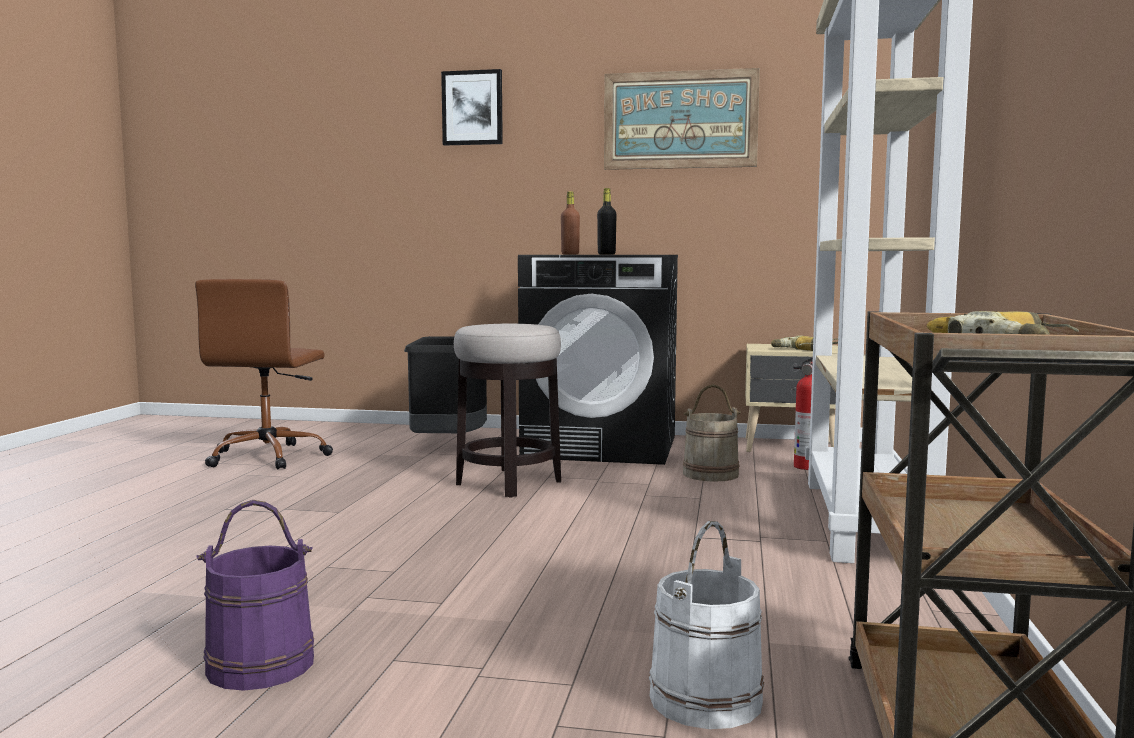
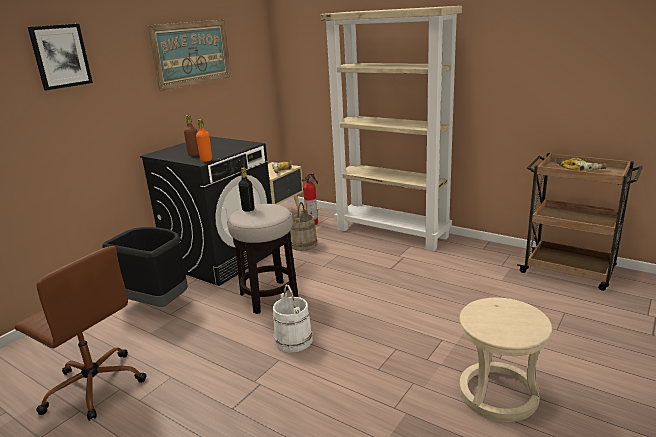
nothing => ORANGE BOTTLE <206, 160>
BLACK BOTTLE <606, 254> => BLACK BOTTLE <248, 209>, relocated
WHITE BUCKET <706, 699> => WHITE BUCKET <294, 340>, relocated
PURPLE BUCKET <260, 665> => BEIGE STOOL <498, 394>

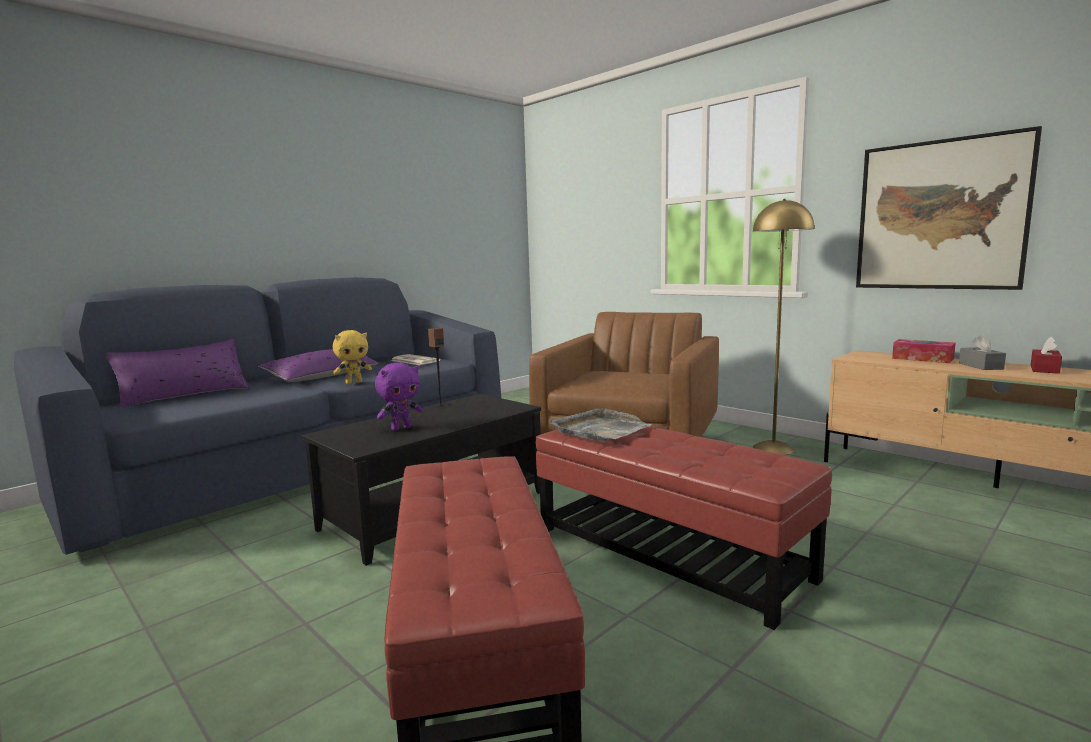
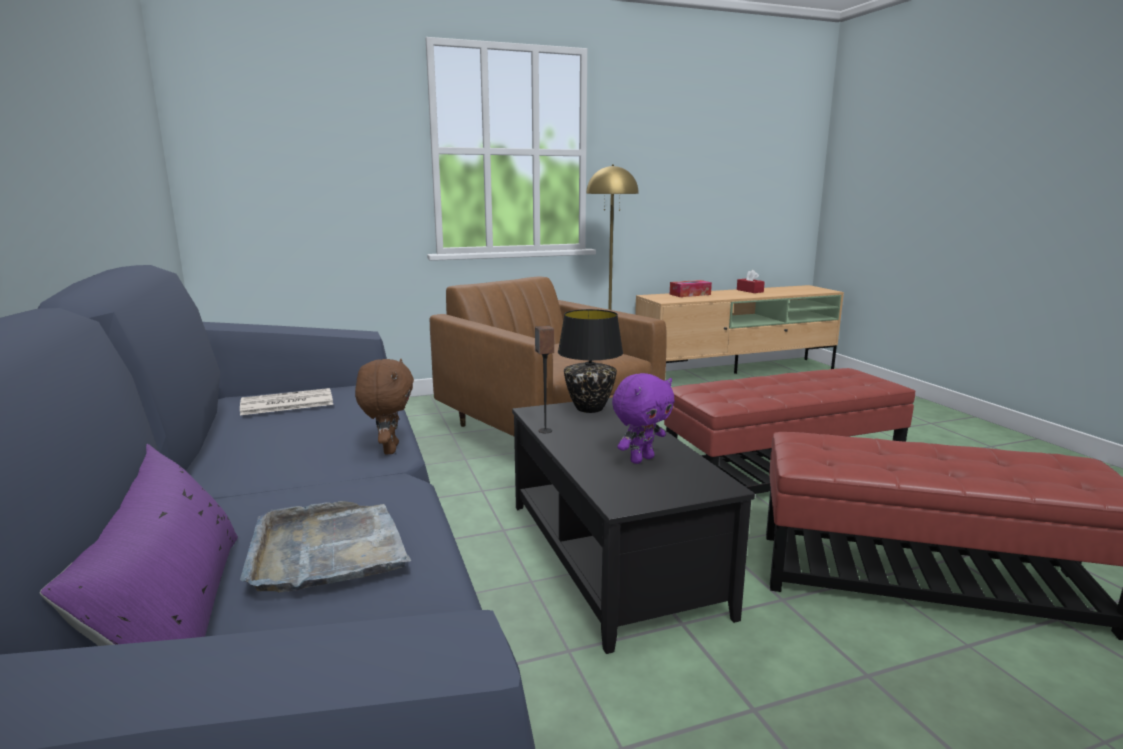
GREY TRAY <600, 429> => GREY TRAY <328, 550>, relocated
YELLOW PLUSH TOY <354, 382> => BROWN PLUSH TOY <389, 449>
nothing => BLACK TABLE LAMP <590, 408>
PURPLE PLUSH TOY <401, 428> => PURPLE PLUSH TOY <641, 459>, 60 degrees clockwise
PURPLE PILLOW <322, 376> => nothing
PICTURE <940, 215> => nothing
GREY TISSUE BOX <980, 366> => nothing

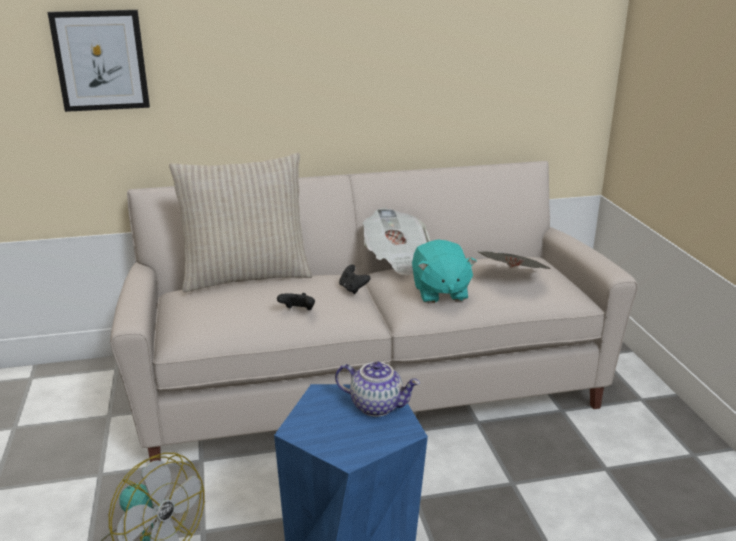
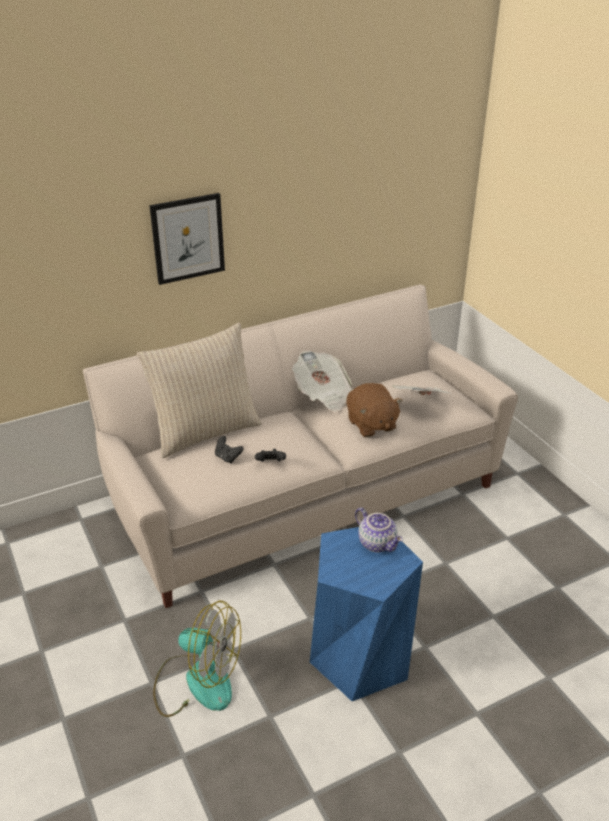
PICTURE <101, 60> => PICTURE <188, 238>, relocated
BLACK GAME CONTROLLER <353, 289> => BLACK GAME CONTROLLER <227, 457>, relocated
TURQUOISE PLUSH TOY <439, 292> => BROWN PLUSH TOY <371, 425>
TEAPOT <377, 405> => TEAPOT <378, 543>, 45 degrees clockwise

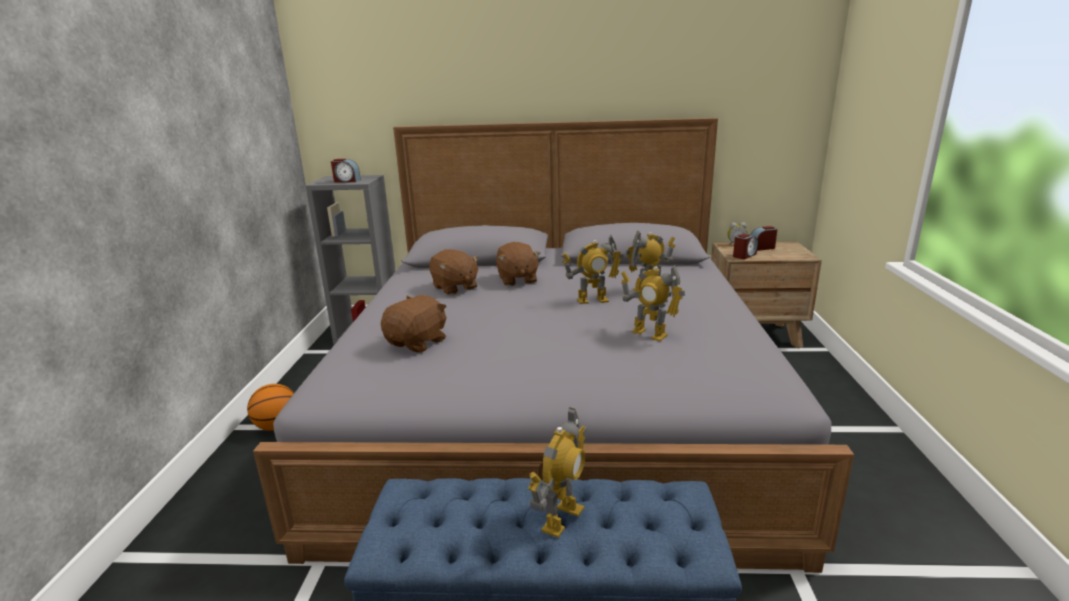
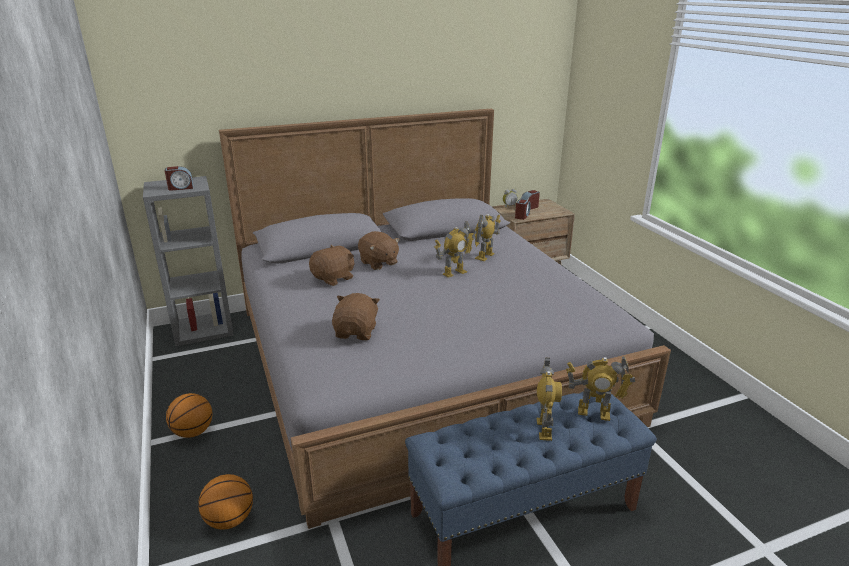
nothing => BASKETBALL <229, 519>
BROWN PLUSH TOY <454, 287> => BROWN PLUSH TOY <334, 278>, 75 degrees counterclockwise
TOY ROBOT <649, 334> => TOY ROBOT <594, 413>, relocated

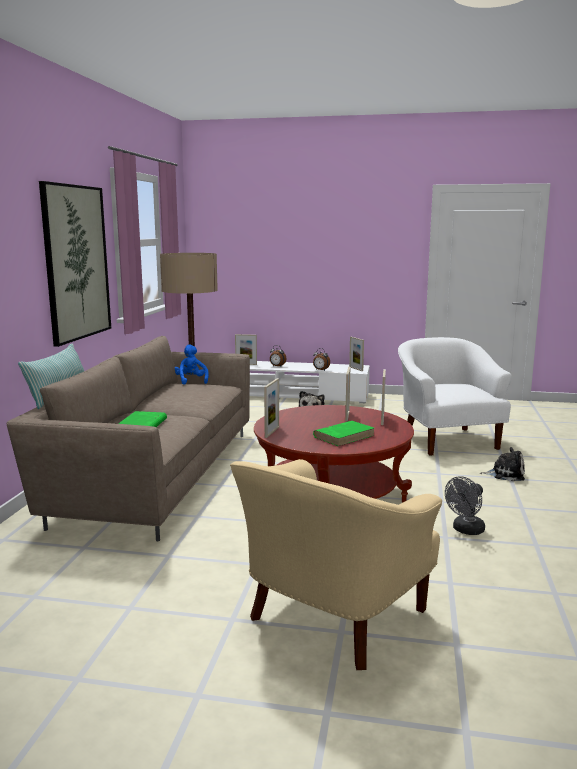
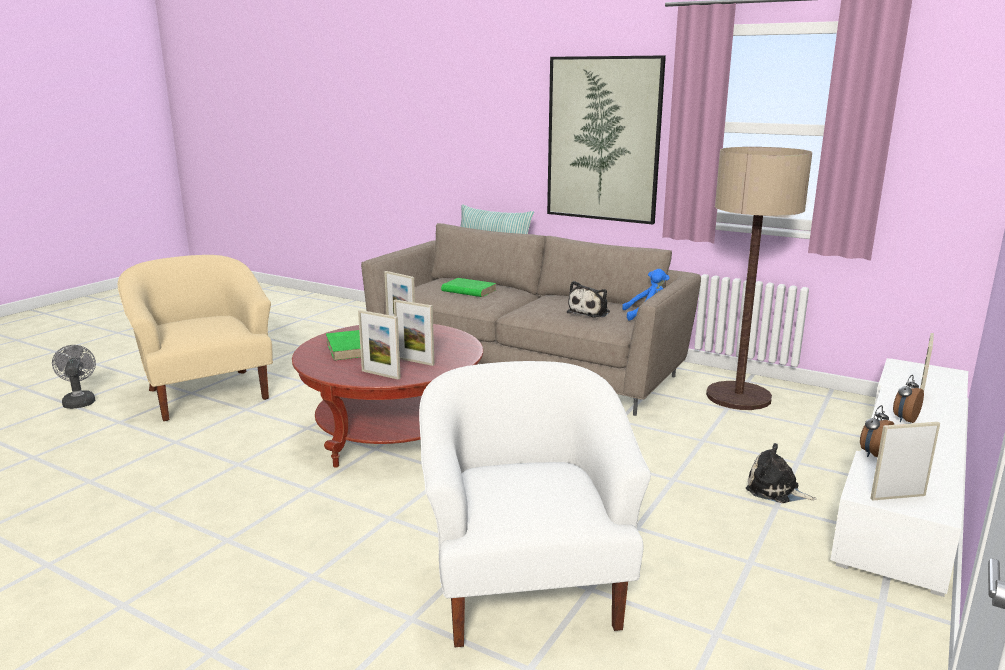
GREY FAN <465, 530> => GREY FAN <79, 401>, relocated
WHITE ARMCHAIR <447, 440> => WHITE ARMCHAIR <527, 584>, 105 degrees counterclockwise
PLUSH TOY <505, 474> => PLUSH TOY <590, 312>, relocated

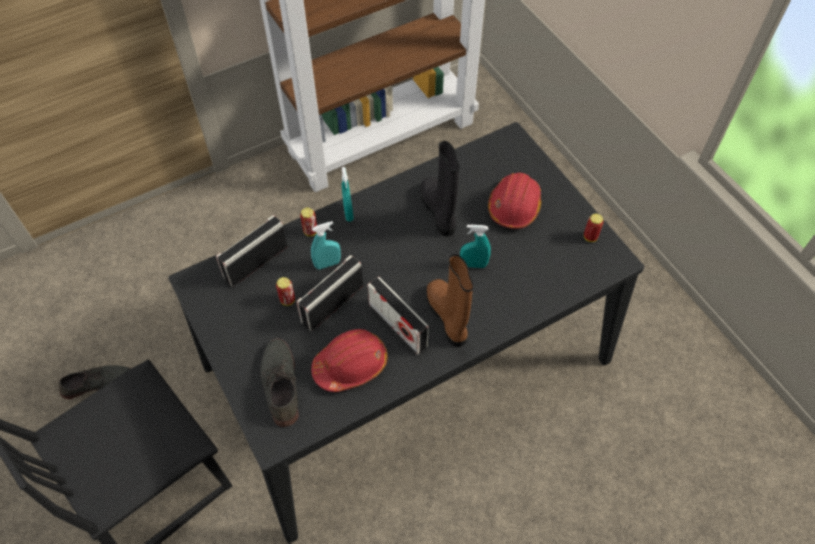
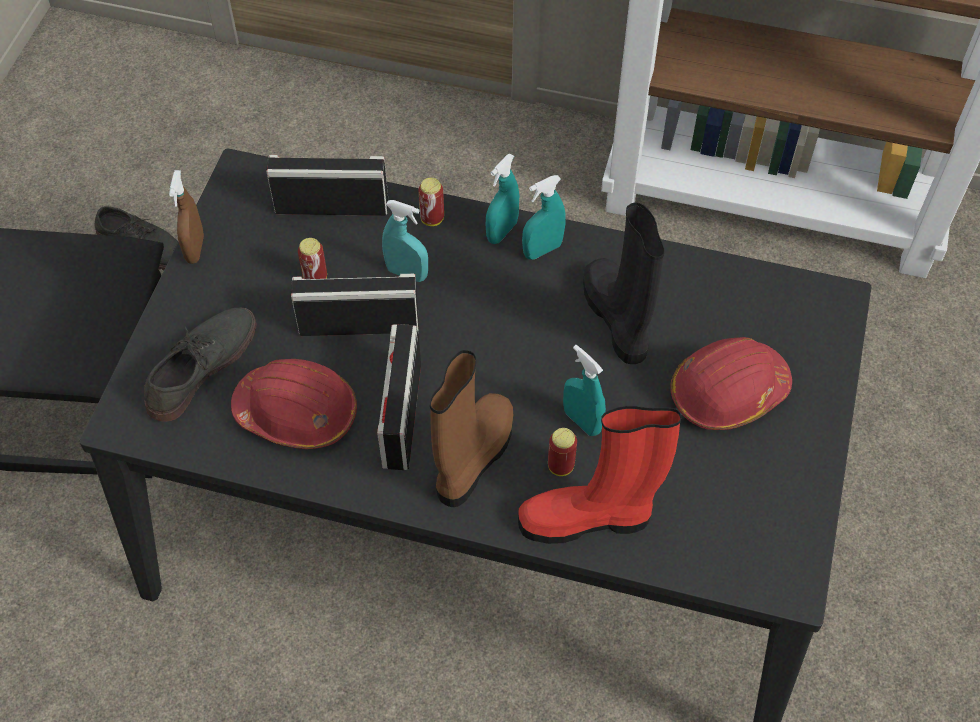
nothing => BROWN SPRAY BOTTLE <195, 249>
nothing => RED BOOT <588, 519>
nothing => TURQUOISE SPRAY BOTTLE <542, 250>
CAN <590, 237> => CAN <560, 466>, relocated
BLACK BOOT <439, 211> => BLACK BOOT <618, 319>, 45 degrees counterclockwise

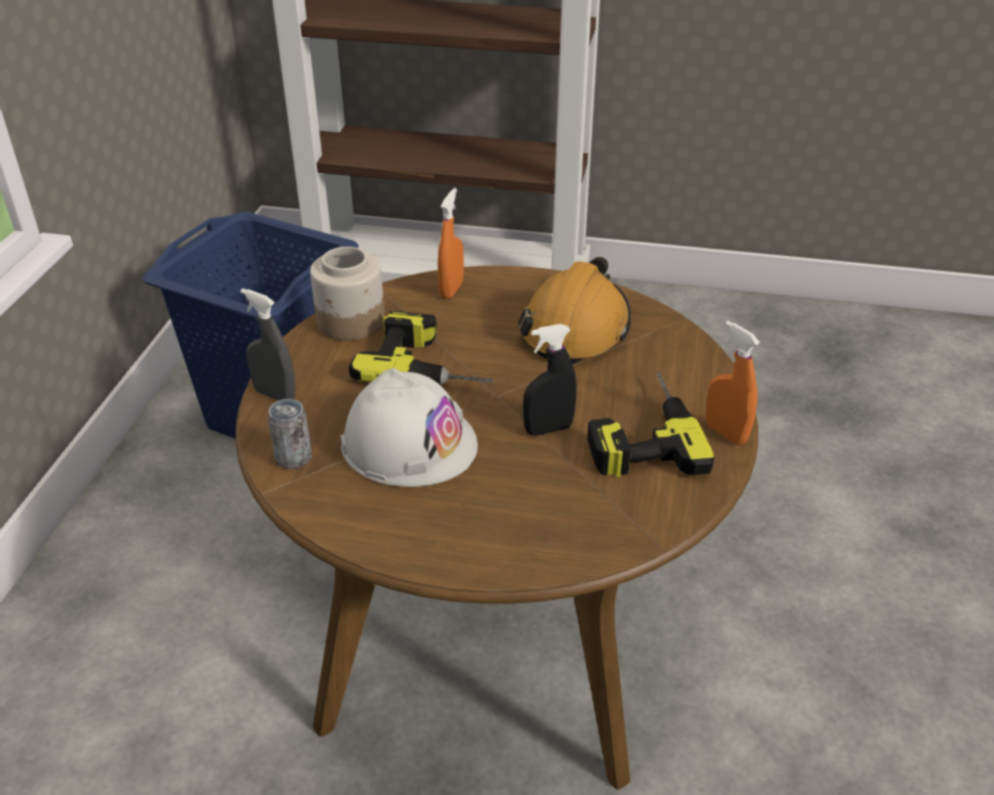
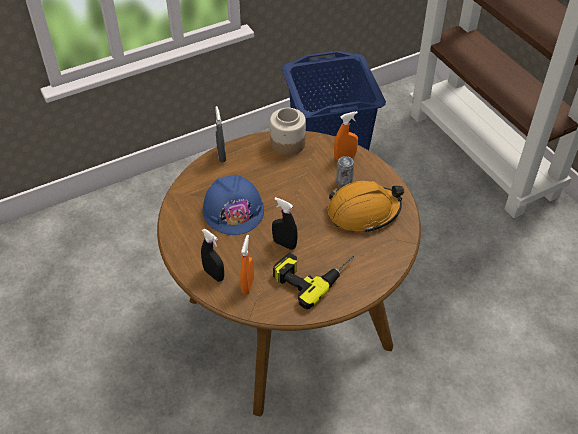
nothing => BLACK SPRAY BOTTLE <214, 274>
WHITE HARD HAT <409, 443> => BLUE HARD HAT <233, 210>
ORANGE SPRAY BOTTLE <725, 433> => ORANGE SPRAY BOTTLE <247, 285>, relocated
CAN <293, 458> => CAN <344, 182>, relocated
POWER DRILL <430, 363> => nothing

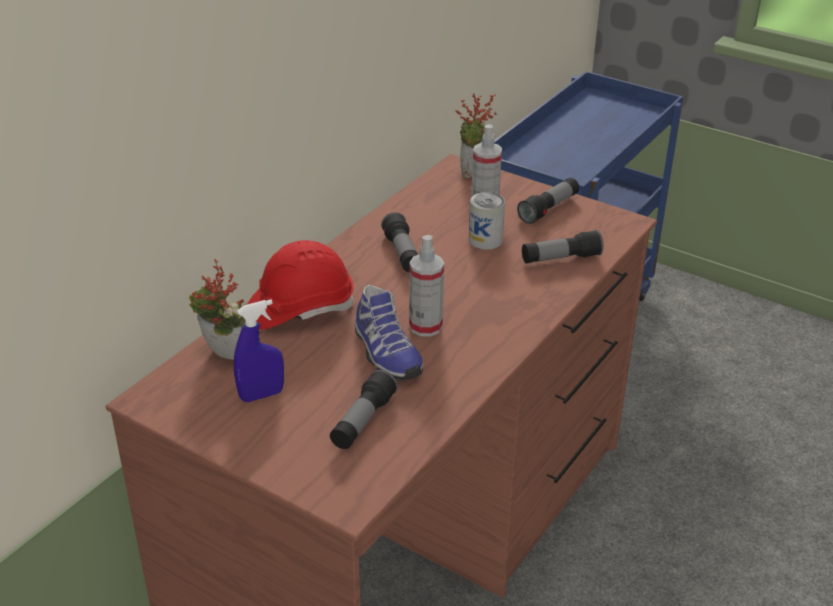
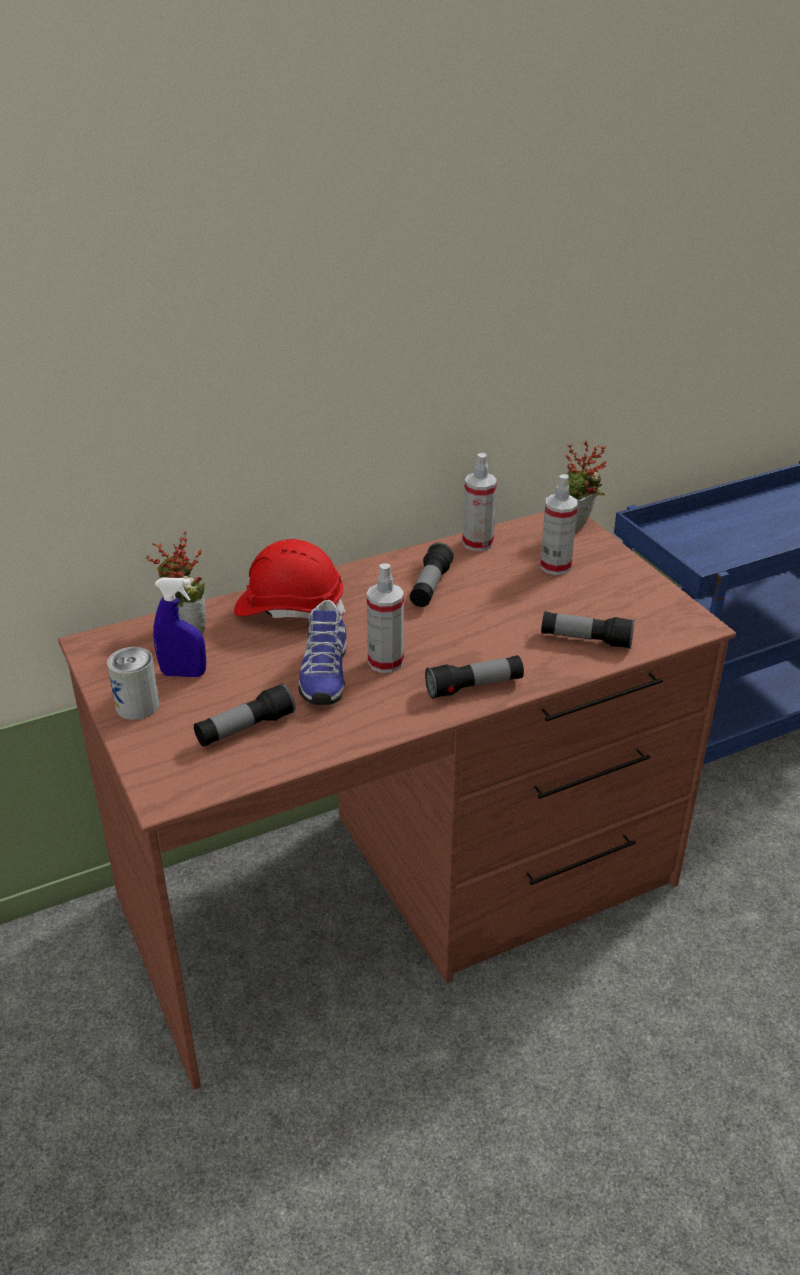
CAN <485, 240> => CAN <137, 706>, relocated
FLASHLIGHT <549, 209> => FLASHLIGHT <474, 687>, relocated
nothing => SPRAY BOTTLE <477, 543>

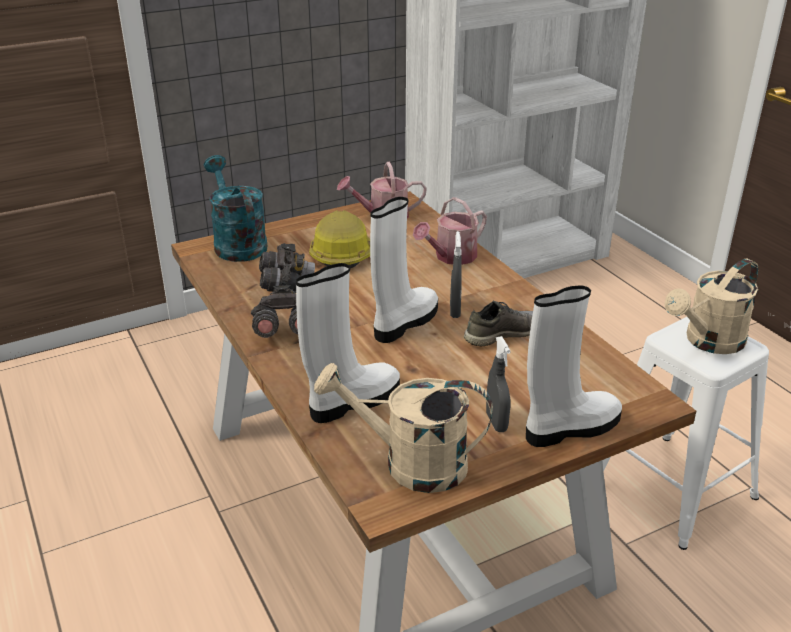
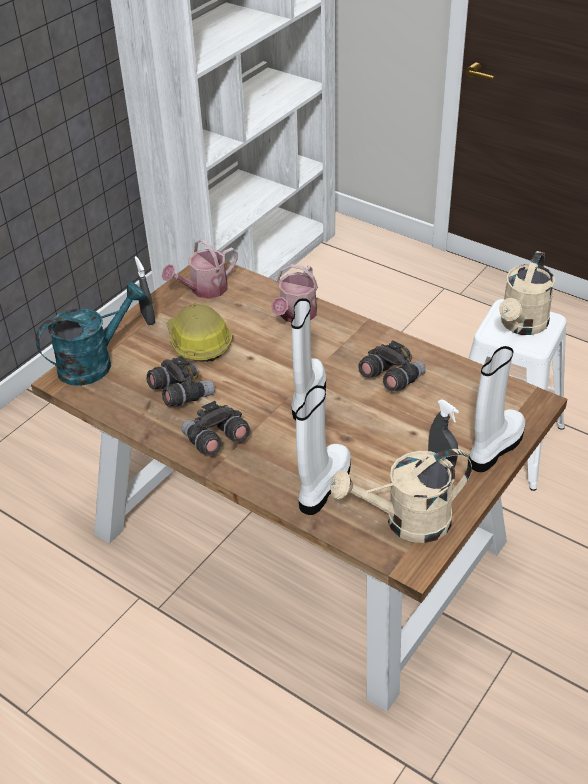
TURQUOISE WATERING CAN <237, 243> => TURQUOISE WATERING CAN <94, 362>, 105 degrees clockwise
GREY SPRAY BOTTLE <455, 310> => GREY SPRAY BOTTLE <148, 318>, relocated
GREY SHOE <503, 333> => GREY BINOCULARS <391, 379>

